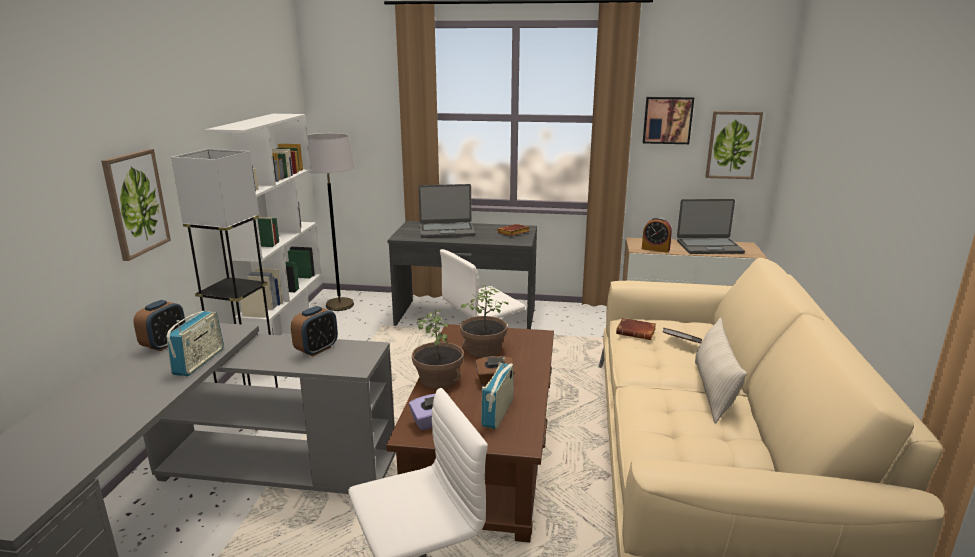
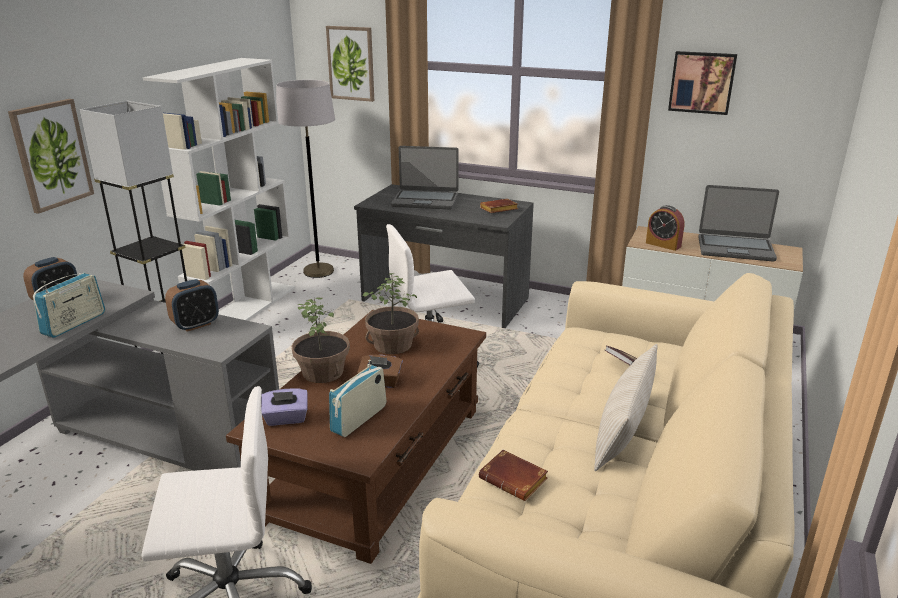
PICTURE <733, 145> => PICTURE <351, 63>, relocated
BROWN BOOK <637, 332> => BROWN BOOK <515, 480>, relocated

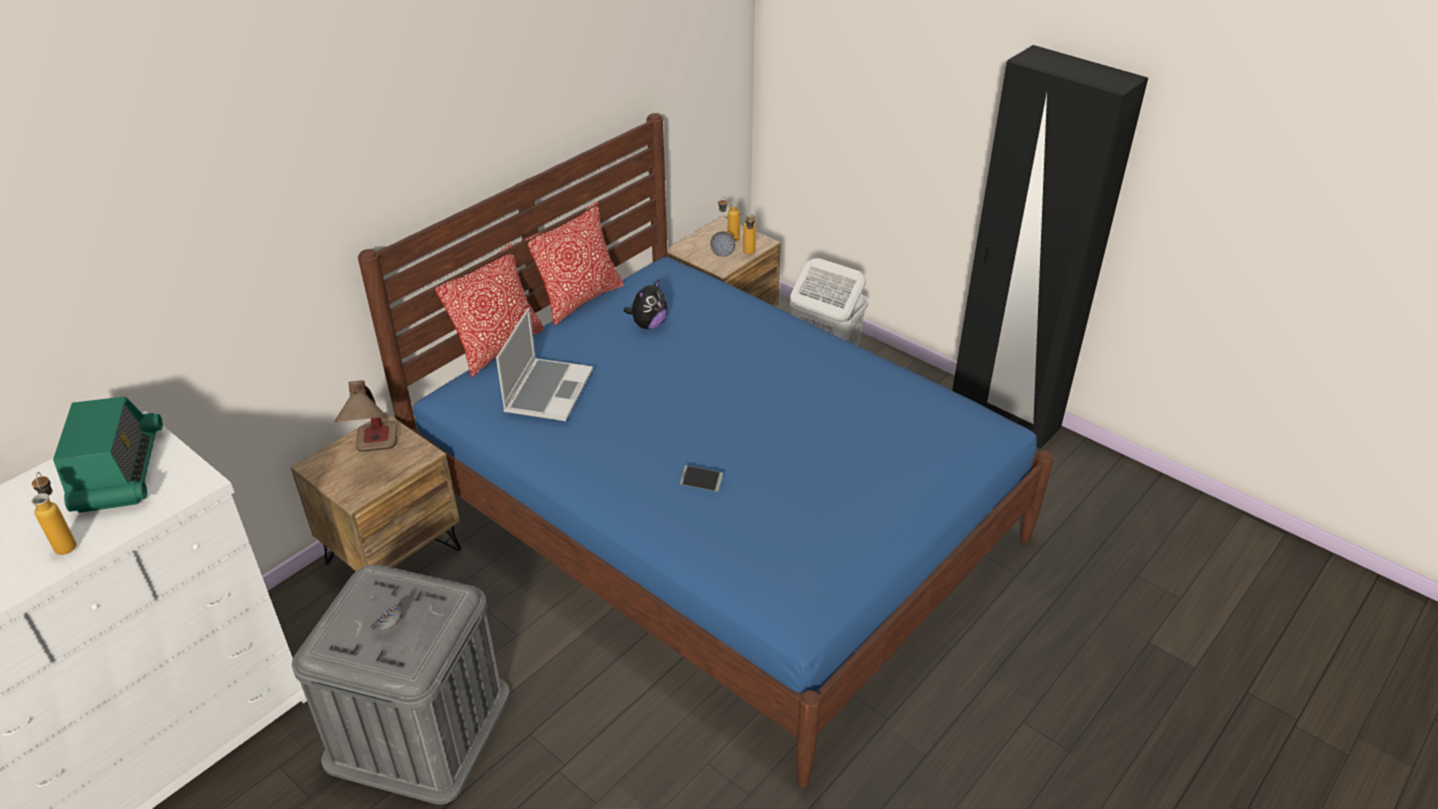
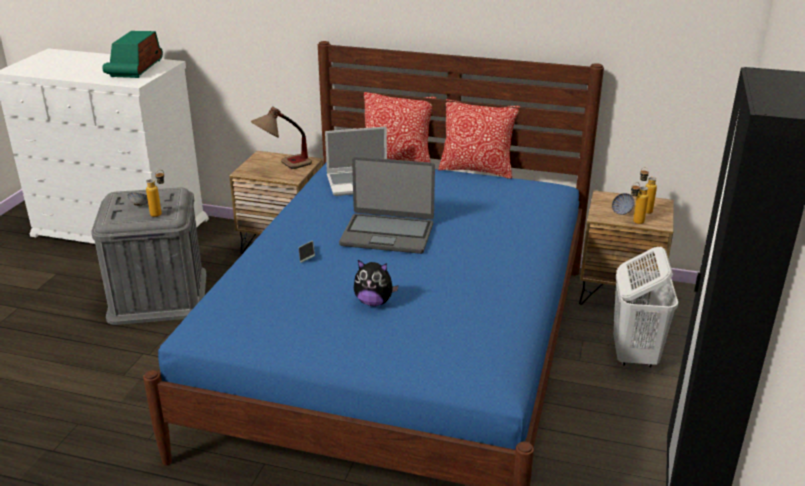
RADIO <119, 472> => RADIO <135, 68>, 135 degrees clockwise
BOTTLE <66, 542> => BOTTLE <160, 213>, relocated
nothing => LAPTOP <387, 234>
PLUSH TOY <648, 325> => PLUSH TOY <374, 302>, relocated

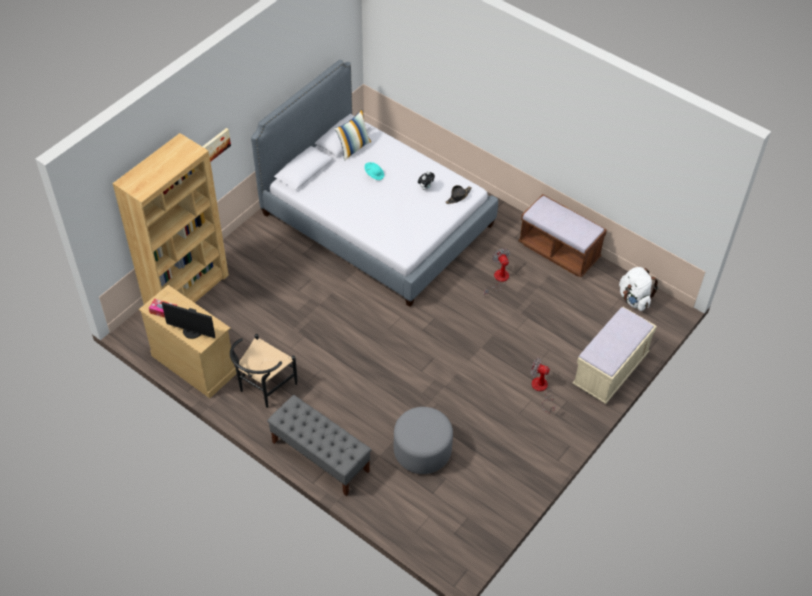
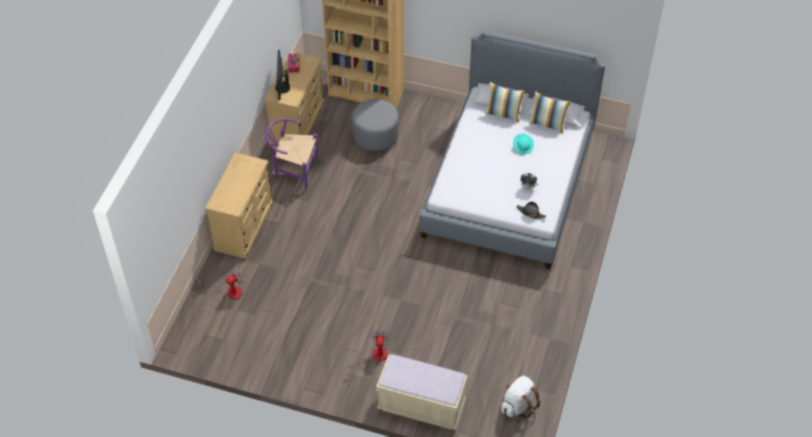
FAN <498, 279> => FAN <229, 292>, relocated
GREY BENCH <320, 456> => BEIGE DRESSER <244, 227>
BLACK CHAIR <263, 388> => PURPLE CHAIR <293, 171>
GREY OTTOMAN <422, 451> => GREY OTTOMAN <375, 136>, relocated
nothing => PILLOW <503, 114>
PICTURE <215, 145> => nothing
BROWN BENCH <559, 251> => nothing

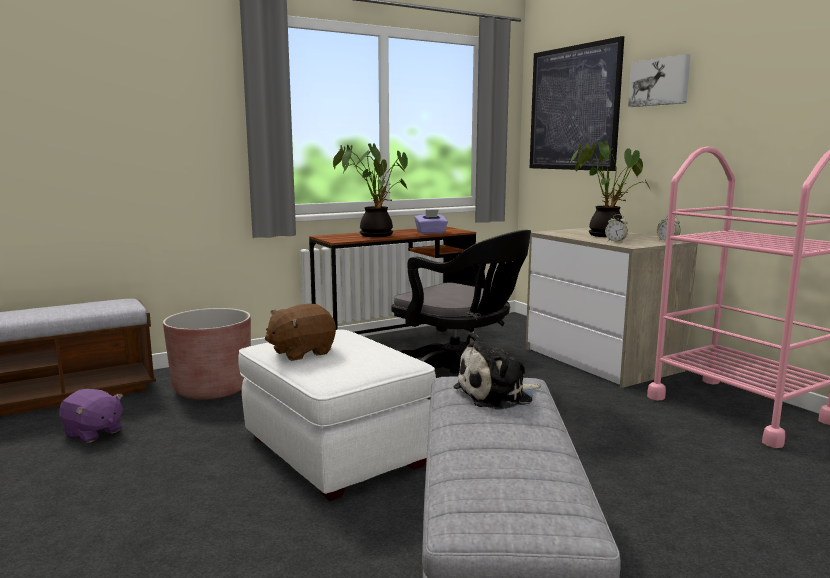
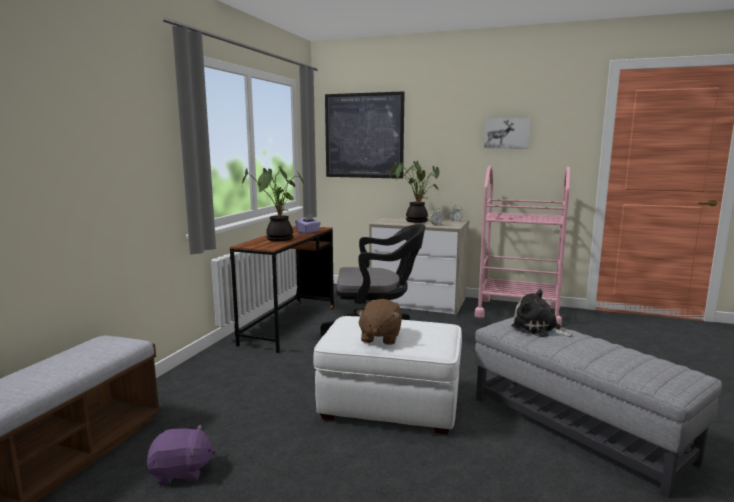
PICTURE <660, 82> => PICTURE <507, 133>, relocated
PLUSH TOY <497, 395> => PLUSH TOY <538, 329>, 105 degrees clockwise
BROWN PLANTER <212, 389> => nothing

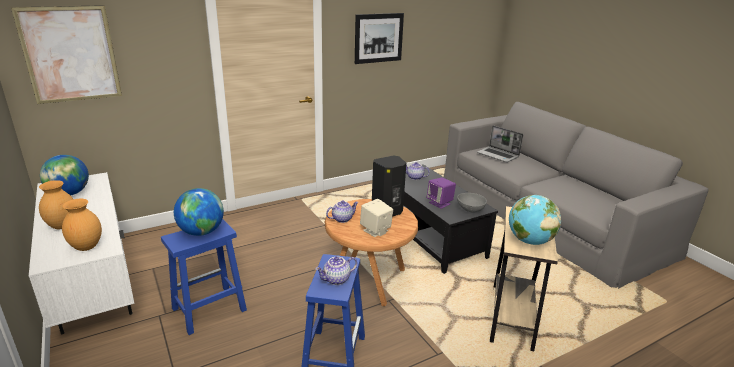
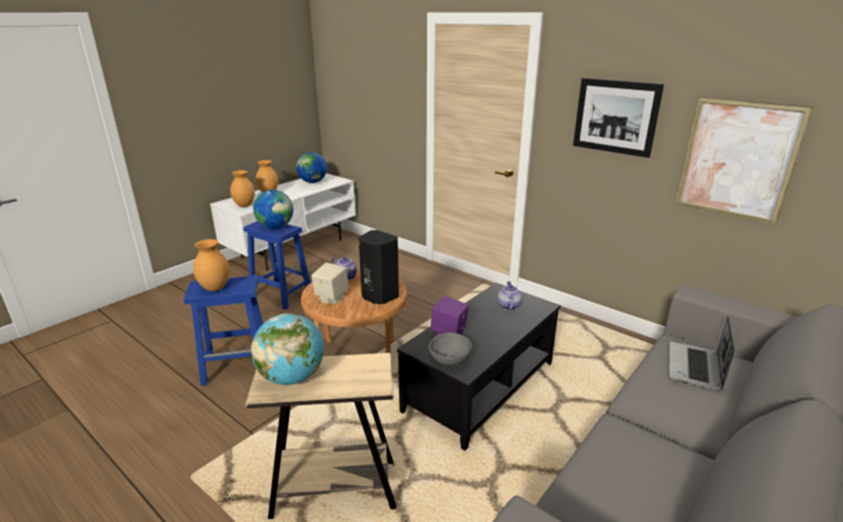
TEAPOT <336, 280> => BROWN VASE <215, 288>
PICTURE <70, 54> => PICTURE <737, 160>, relocated

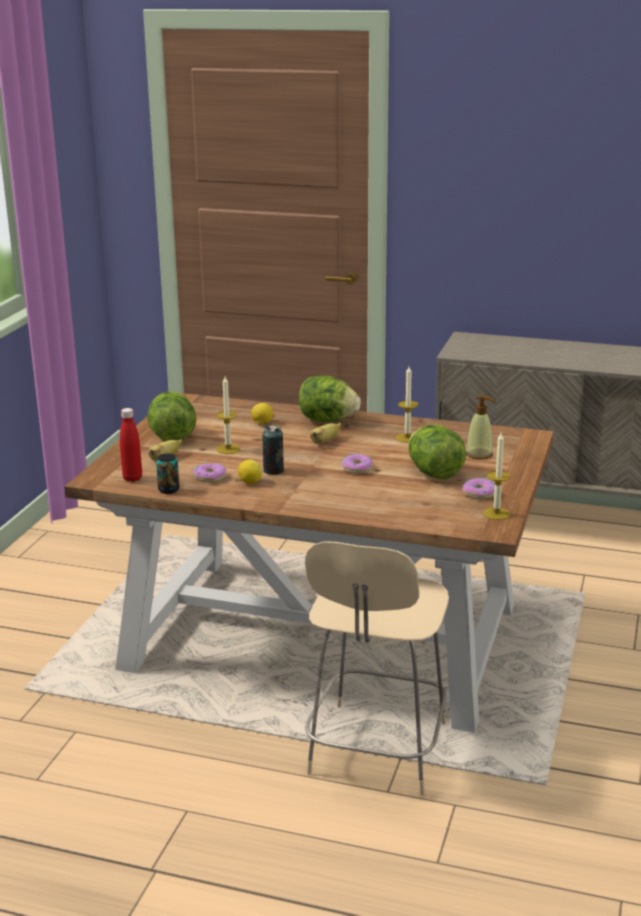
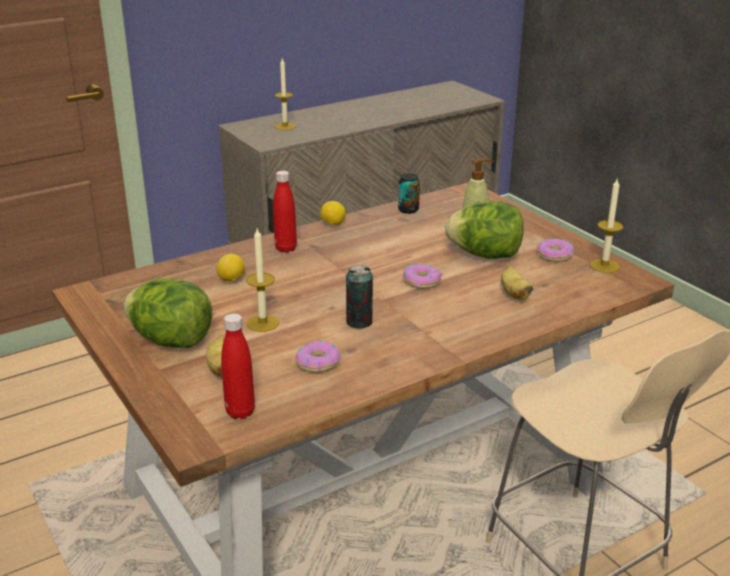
LETTUCE <327, 420> => RED BOTTLE <286, 248>
CANDLE <407, 438> => CANDLE <285, 126>, relocated
LEMON <250, 482> => LEMON <332, 224>, relocated
CAN <168, 490> => CAN <408, 210>, relocated
BANANA <324, 441> => BANANA <514, 294>, relocated

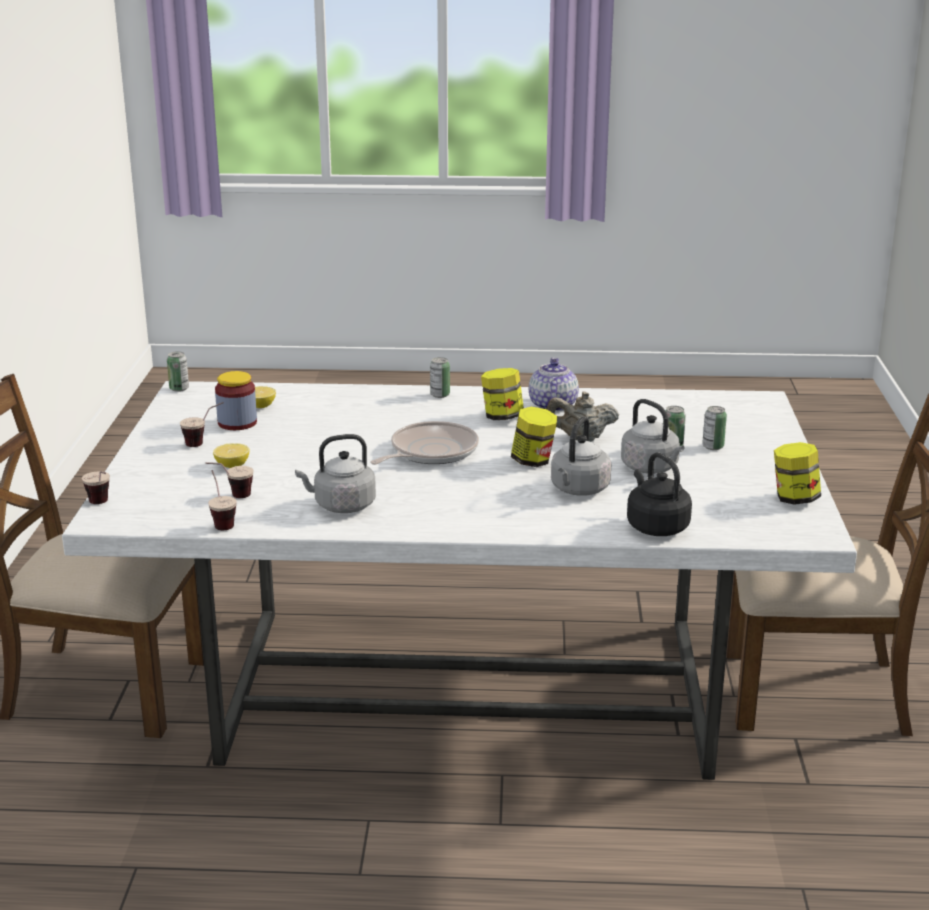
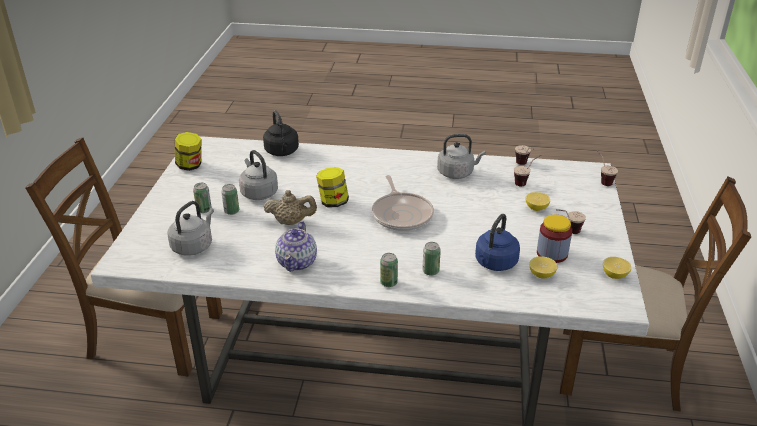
GREY KETTLE <578, 490> => GREY KETTLE <193, 246>, relocated
FRYING PAN <430, 452> => FRYING PAN <402, 214>, 60 degrees counterclockwise
CAN <179, 388> => CAN <430, 271>, relocated
nothing => BLUE KETTLE <494, 264>
nothing => LEMON <614, 275>
JAR <502, 417> => nothing

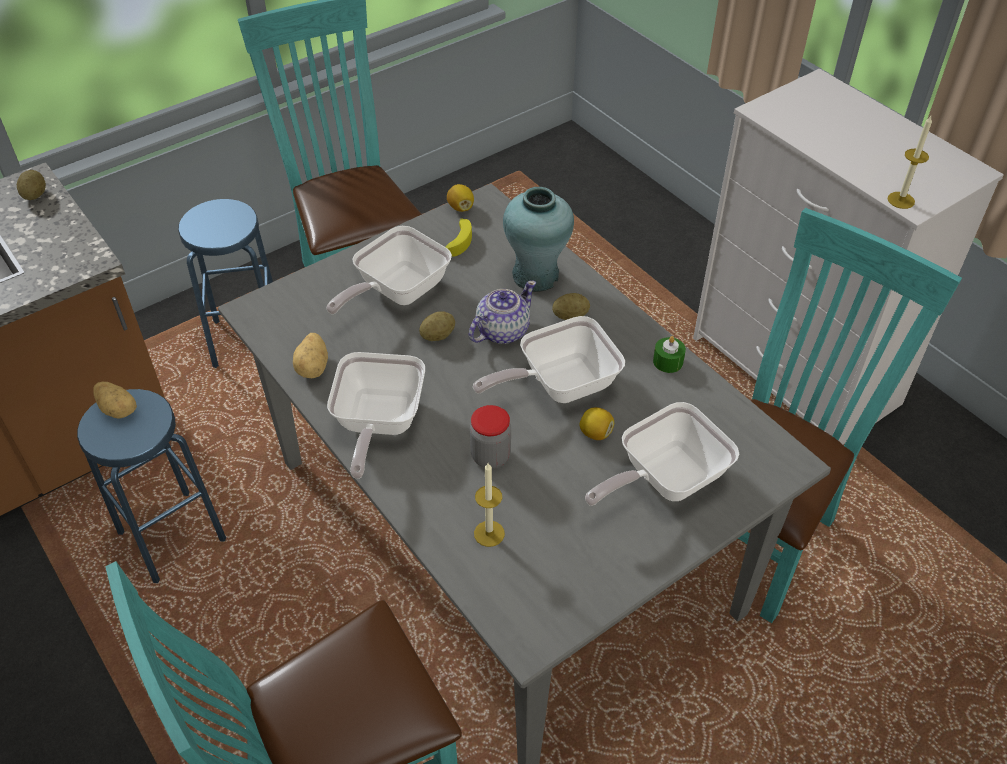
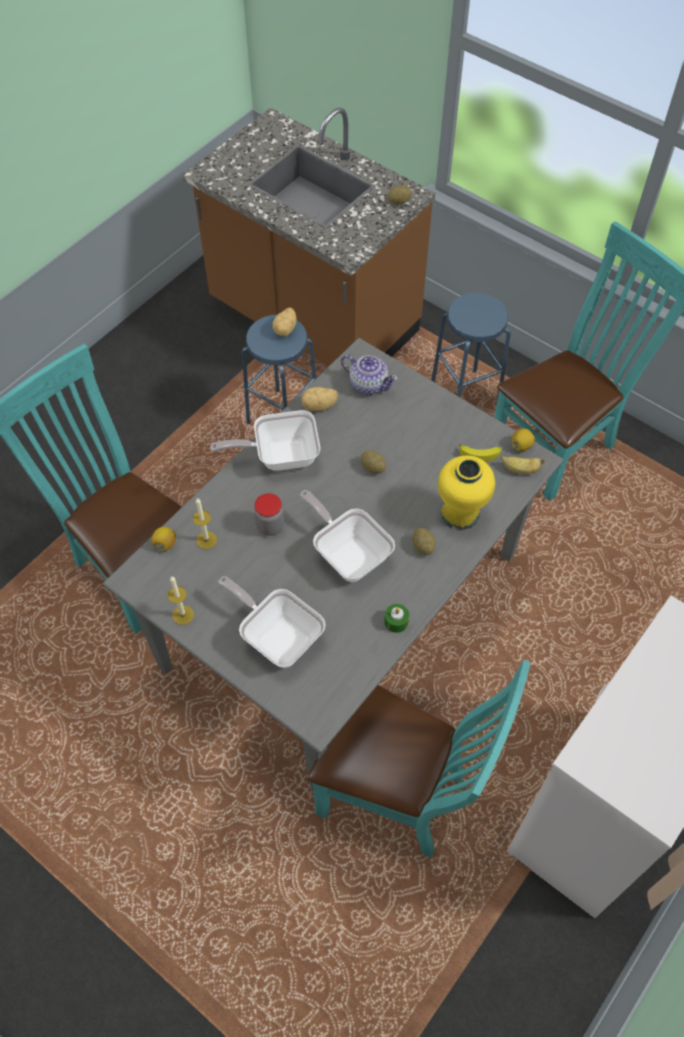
LEMON <595, 433> => LEMON <165, 544>, relocated
CANDLE <901, 200> => CANDLE <183, 615>, relocated
TEAPOT <501, 331> => TEAPOT <368, 384>, relocated
TURQUOISE VASE <535, 275> => YELLOW VASE <460, 514>
nothing => BANANA <520, 470>
FRYING PAN <396, 292> => nothing

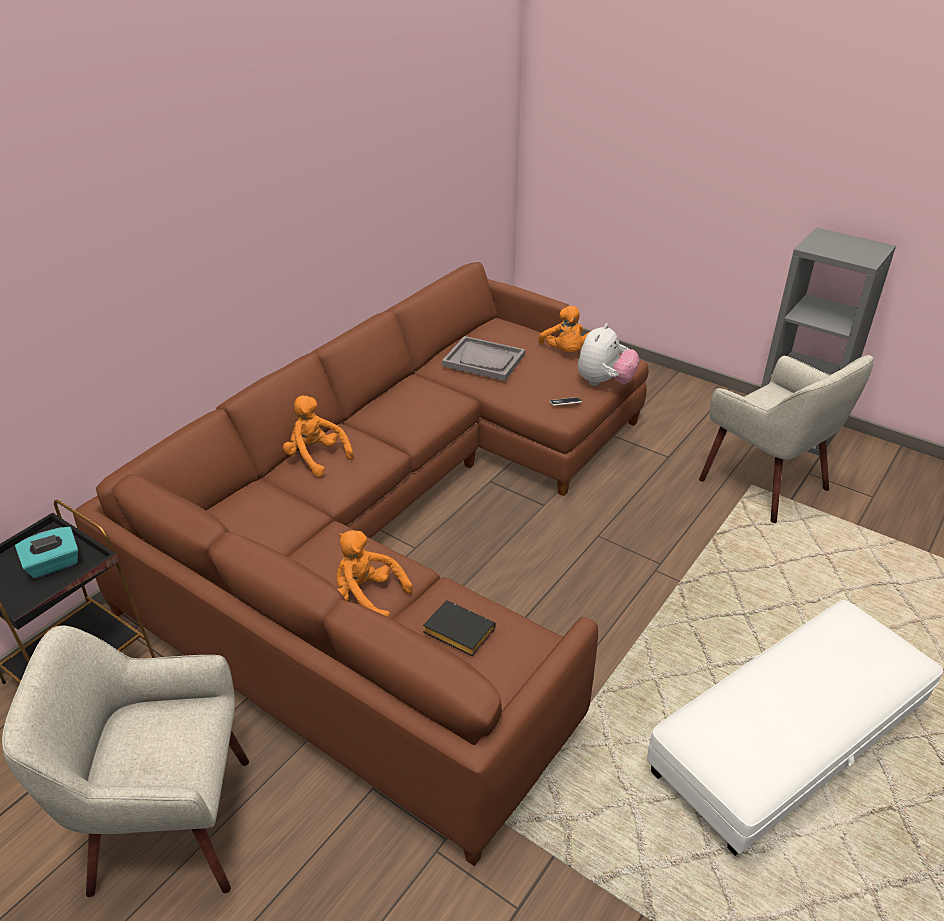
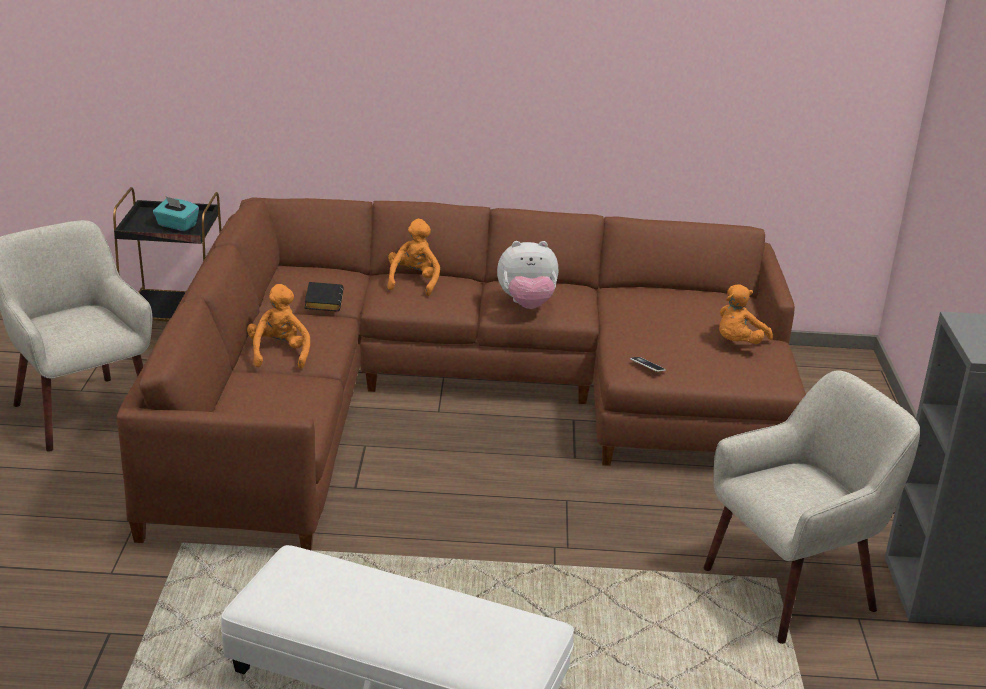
BLACK BOOK <456, 632> => BLACK BOOK <322, 301>, relocated
PLUSH TOY <604, 382> => PLUSH TOY <527, 305>, relocated
BEIGE ARMCHAIR <766, 484> => BEIGE ARMCHAIR <792, 589>, 135 degrees counterclockwise
GREY TRAY <484, 360> => nothing

